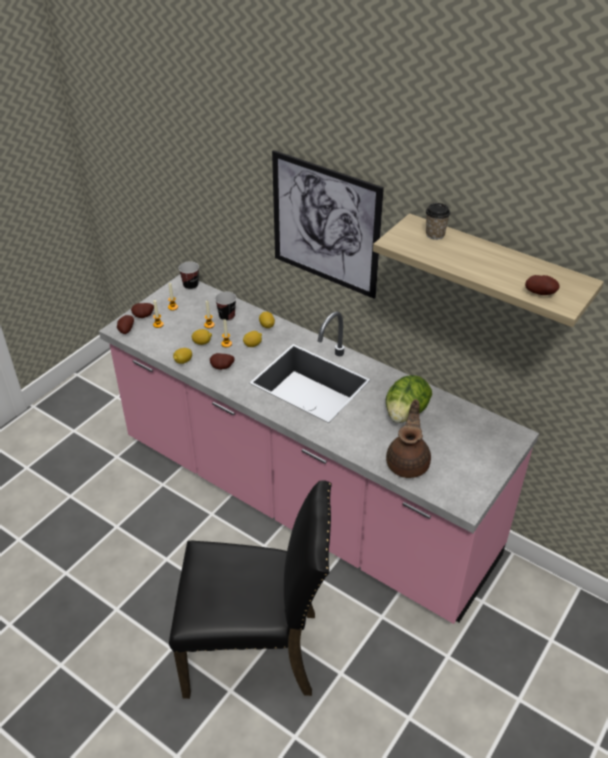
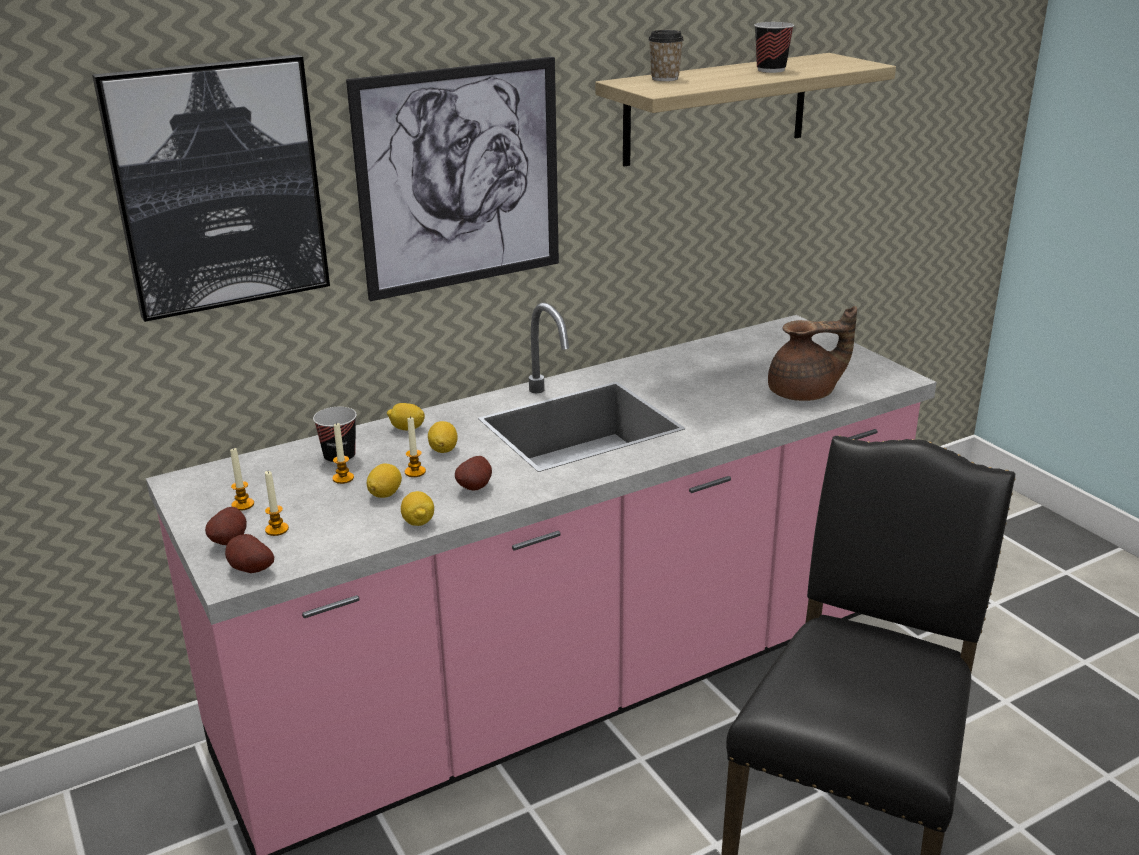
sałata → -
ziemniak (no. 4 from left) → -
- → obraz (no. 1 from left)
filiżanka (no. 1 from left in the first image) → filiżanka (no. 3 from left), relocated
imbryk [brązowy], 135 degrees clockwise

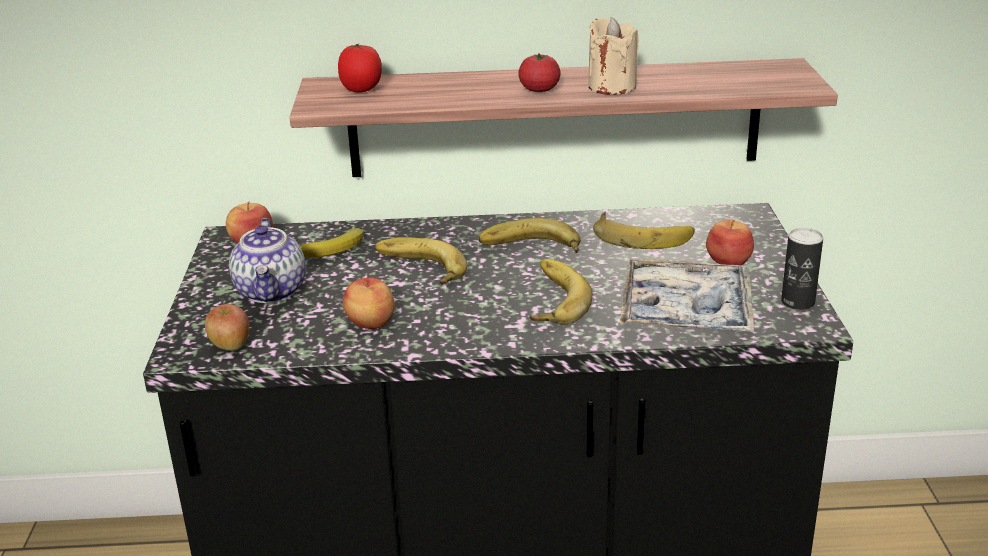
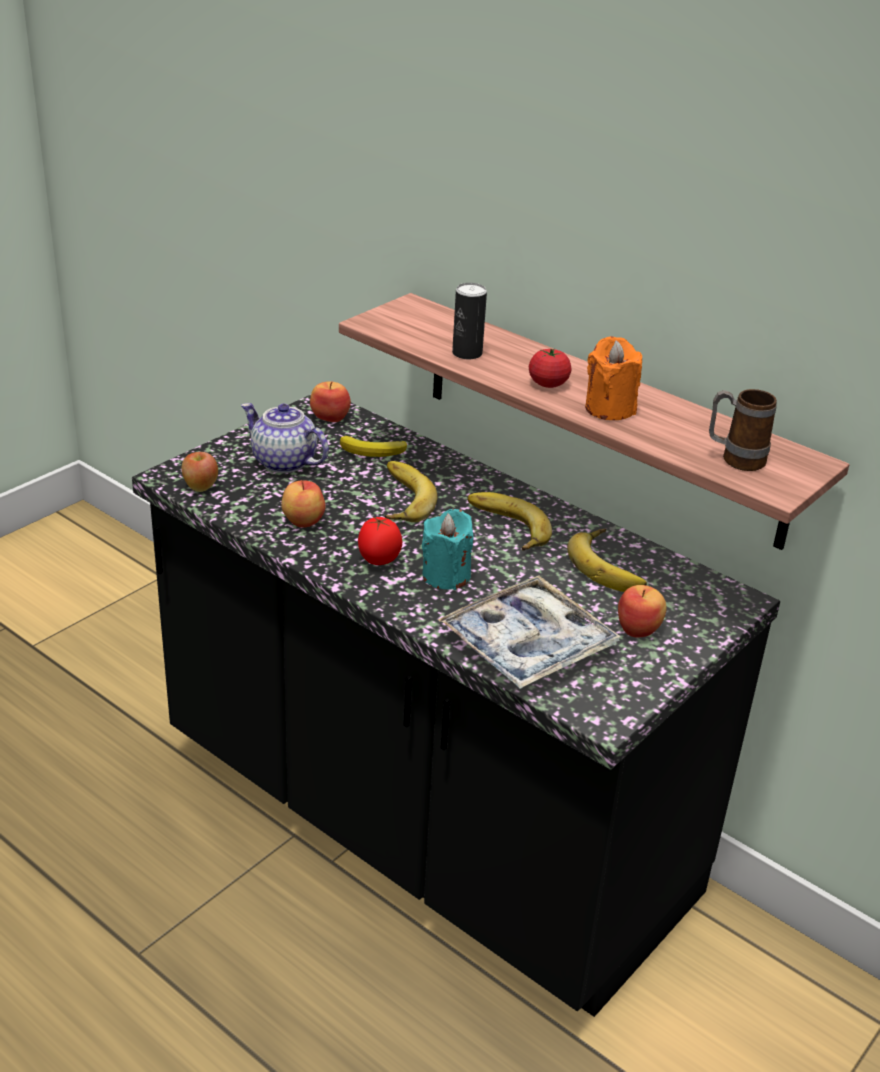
- → kubek
pomidor (no. 1 from left), relocated
puszka, relocated
banan (no. 4 from left) → świeca [turkusowy]
świeca [beżowy] → świeca [pomarańczowy]
imbryk, 90 degrees clockwise

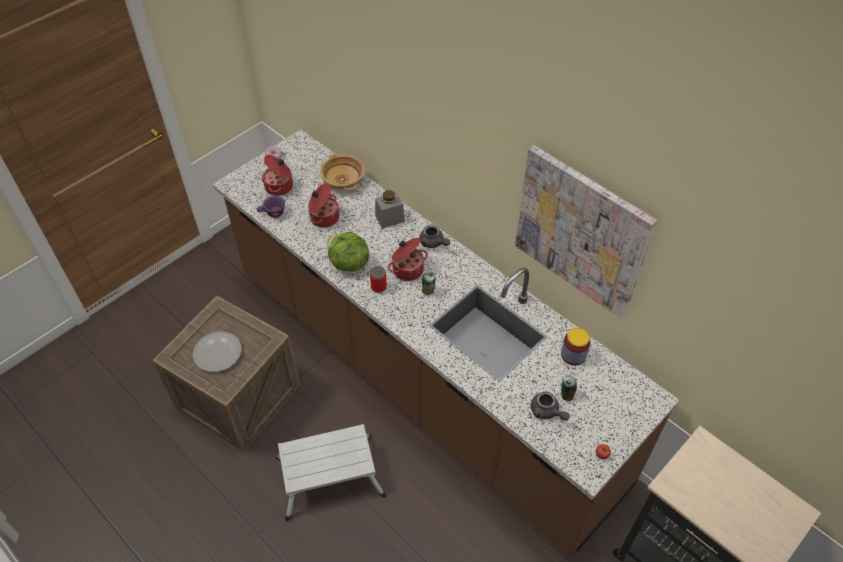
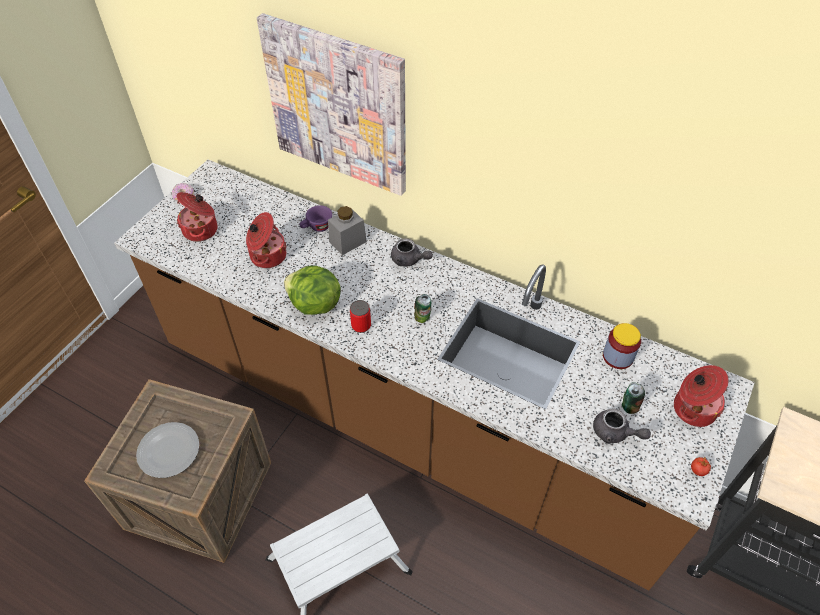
miska [beżowy] → -
filiżanka [fioletowy], relocated
garnek (no. 3 from left), relocated
obraz, relocated

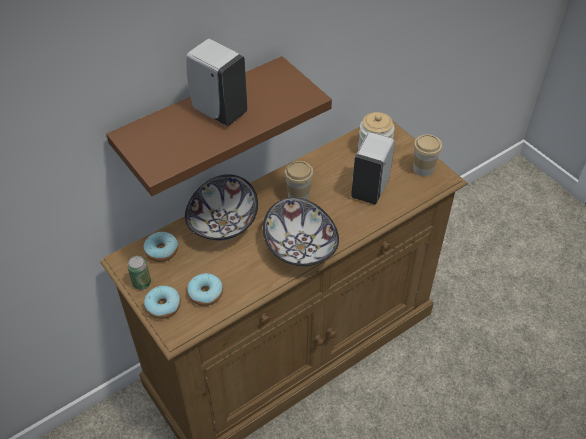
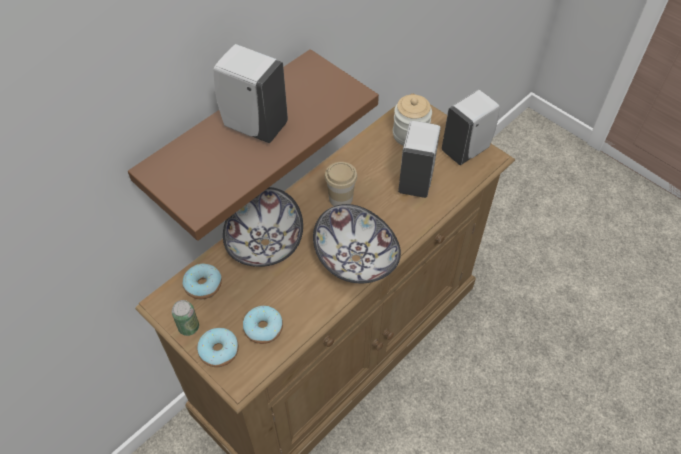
filiżanka (no. 2 from left) → dozownik mydła [biały] (no. 3 from left)

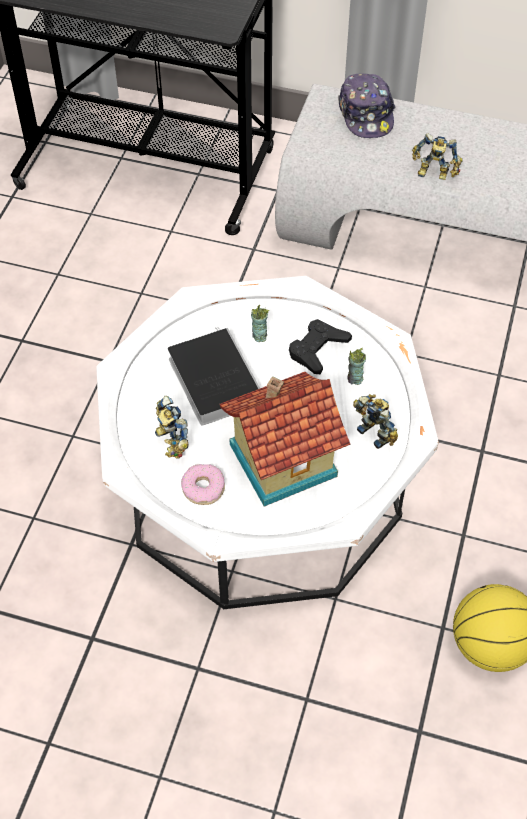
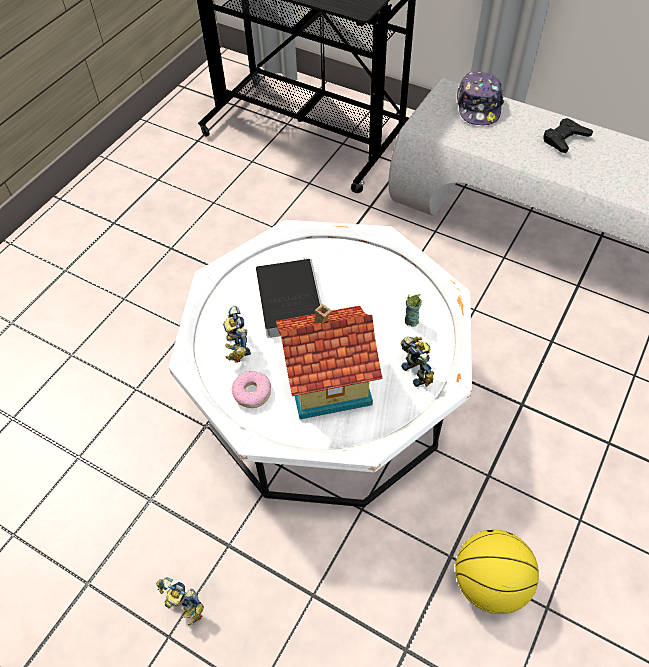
filiżanka (no. 1 from left) → -
pad do gier [czarny], relocated
robot zabawkowy (no. 3 from left in the first image) → robot zabawkowy (no. 1 from left), relocated

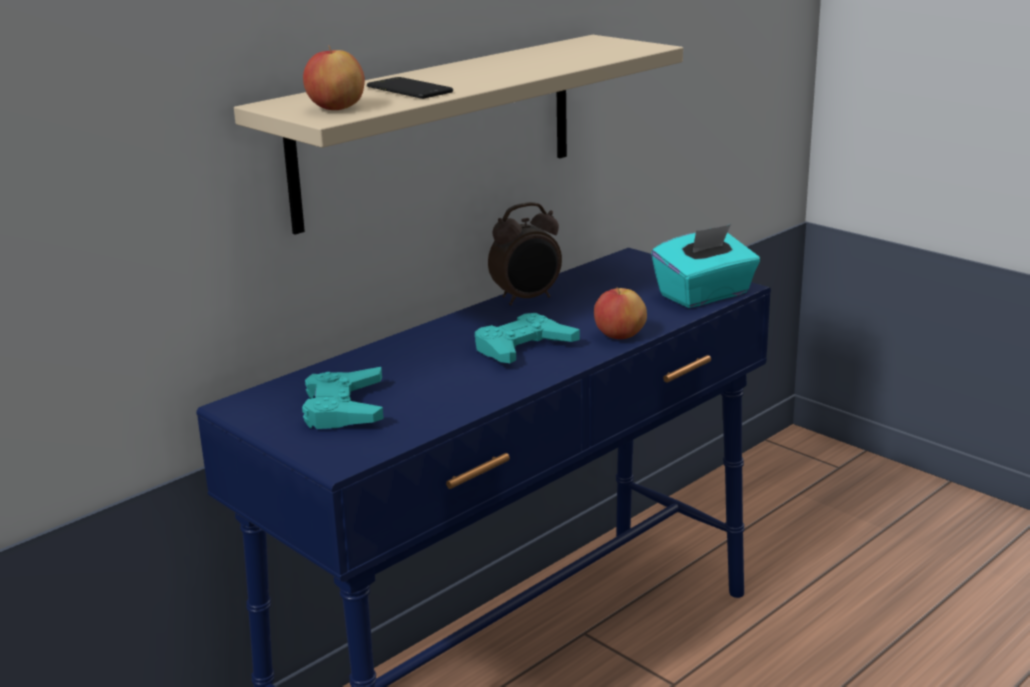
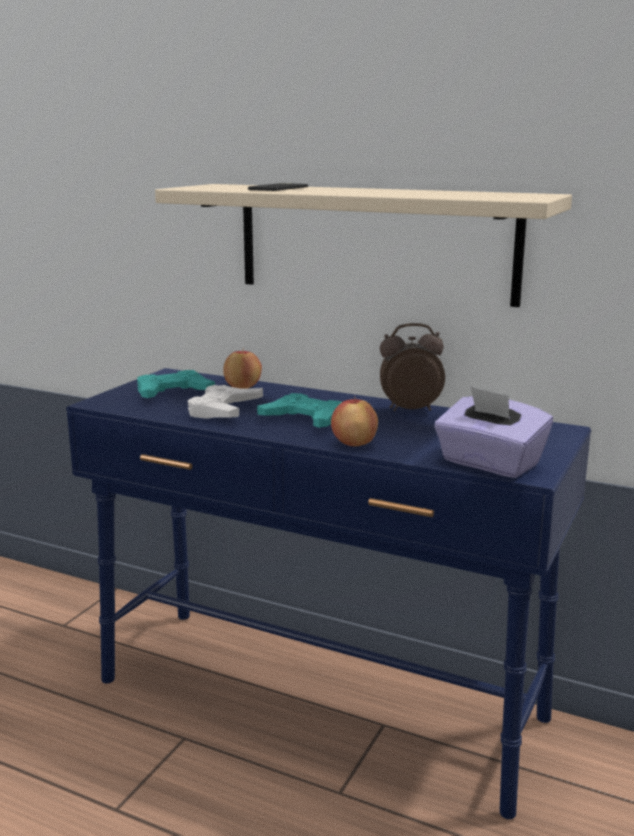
- → pad do gier [biały]
jabłko (no. 1 from left), relocated
pudełko chusteczek [turkusowy] → pudełko chusteczek [fioletowy]
budzik, 135 degrees clockwise

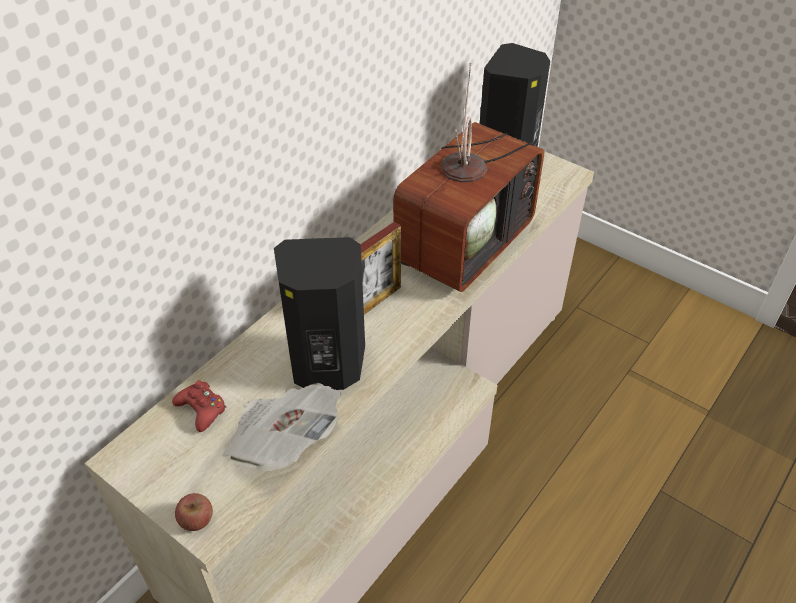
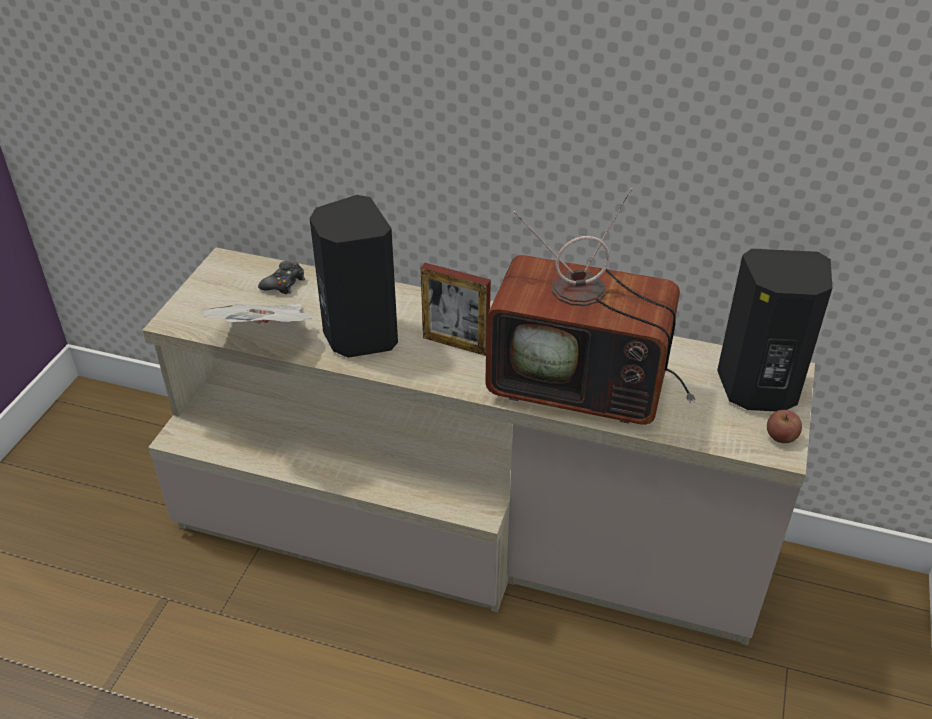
jabłko, relocated
pad do gier [czerwony] → pad do gier [czarny]

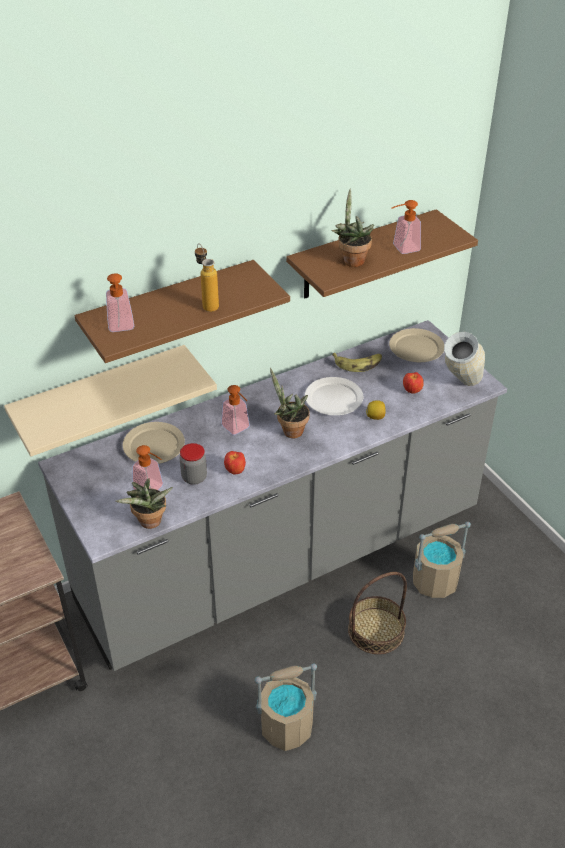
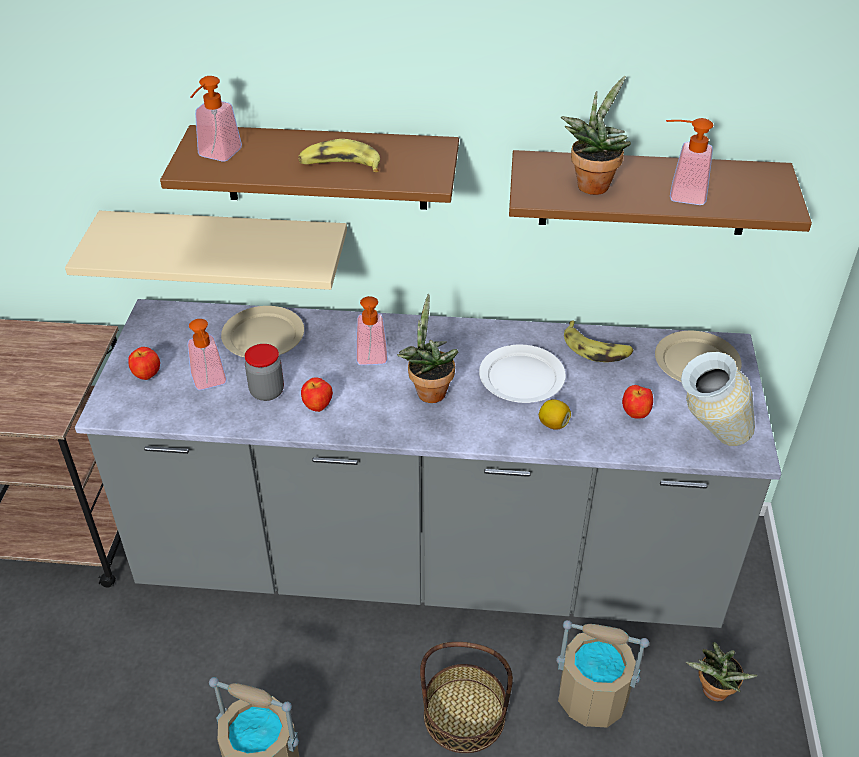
- → jabłko (no. 1 from left)
roślina doniczkowa (no. 1 from left in the first image) → roślina doniczkowa (no. 3 from left), relocated
butelka → banan (no. 1 from left)

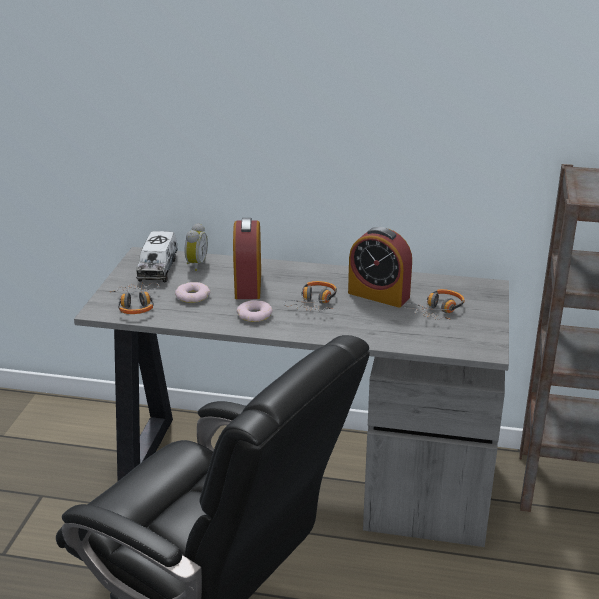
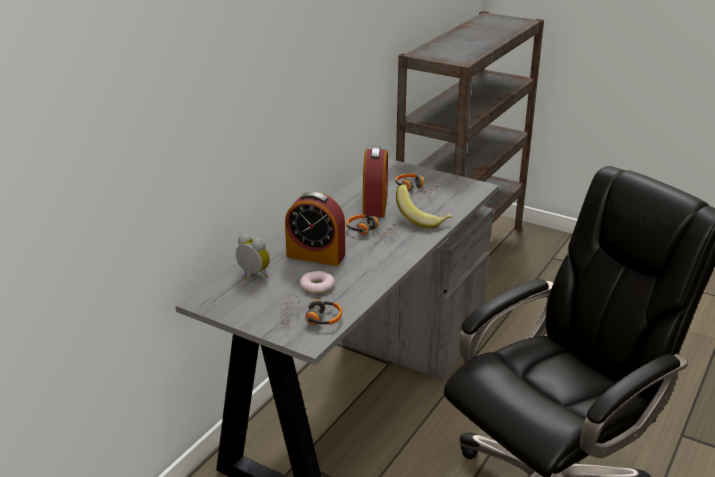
ciężarówka zabawkowa → -
donut (no. 2 from left) → -
- → banan
budzik (no. 3 from left), 45 degrees counterclockwise

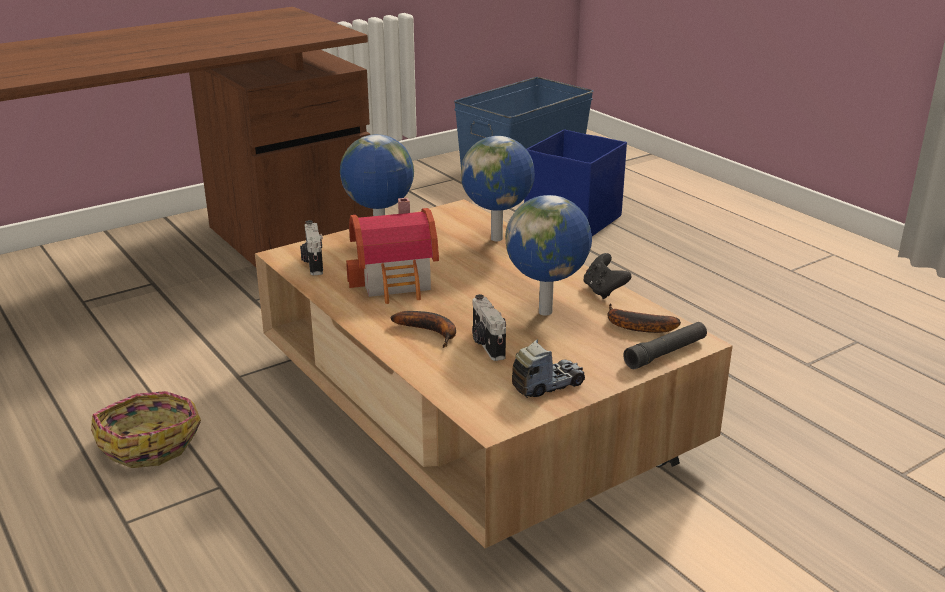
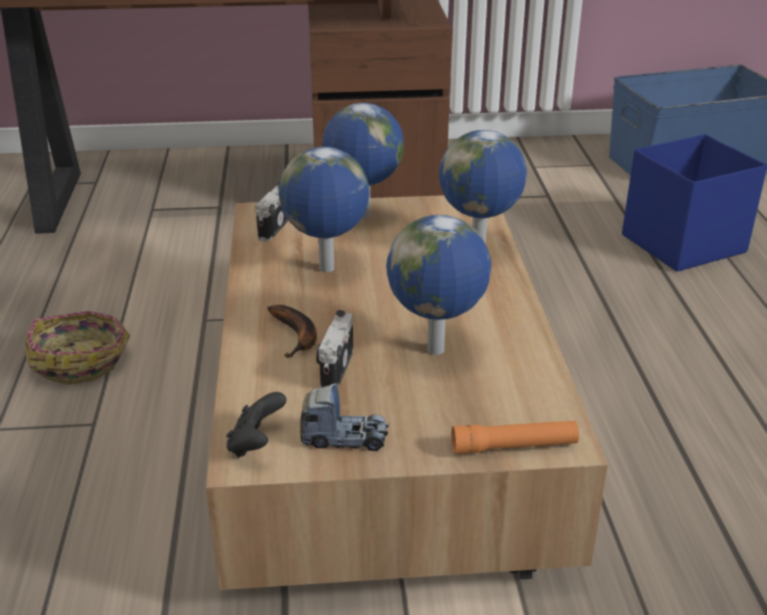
banan (no. 2 from left) → -
pad do gier [czarny], relocated
domek → globus (no. 1 from left)
latarka [czarny] → latarka [pomarańczowy]

